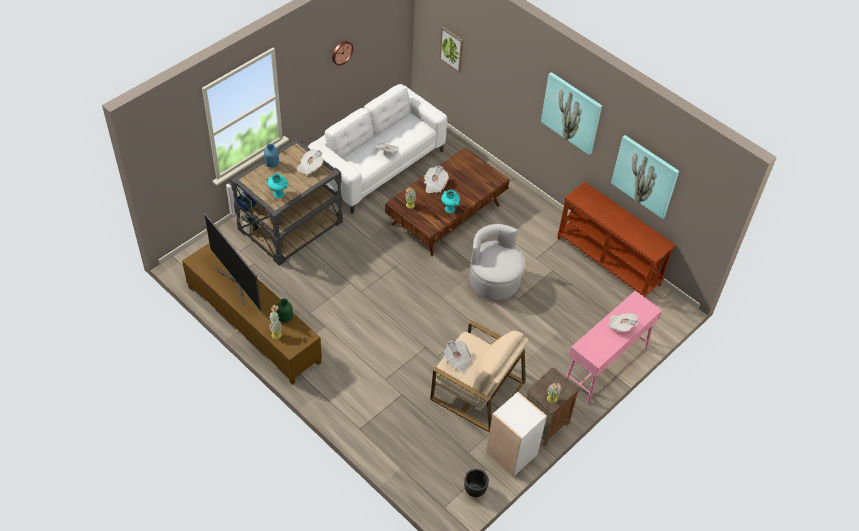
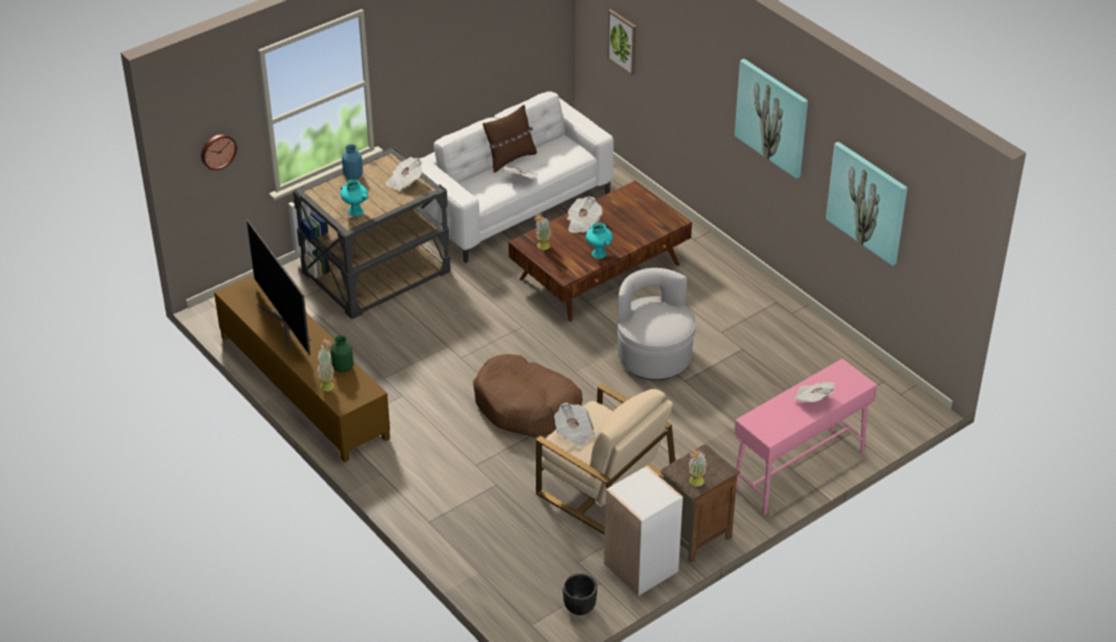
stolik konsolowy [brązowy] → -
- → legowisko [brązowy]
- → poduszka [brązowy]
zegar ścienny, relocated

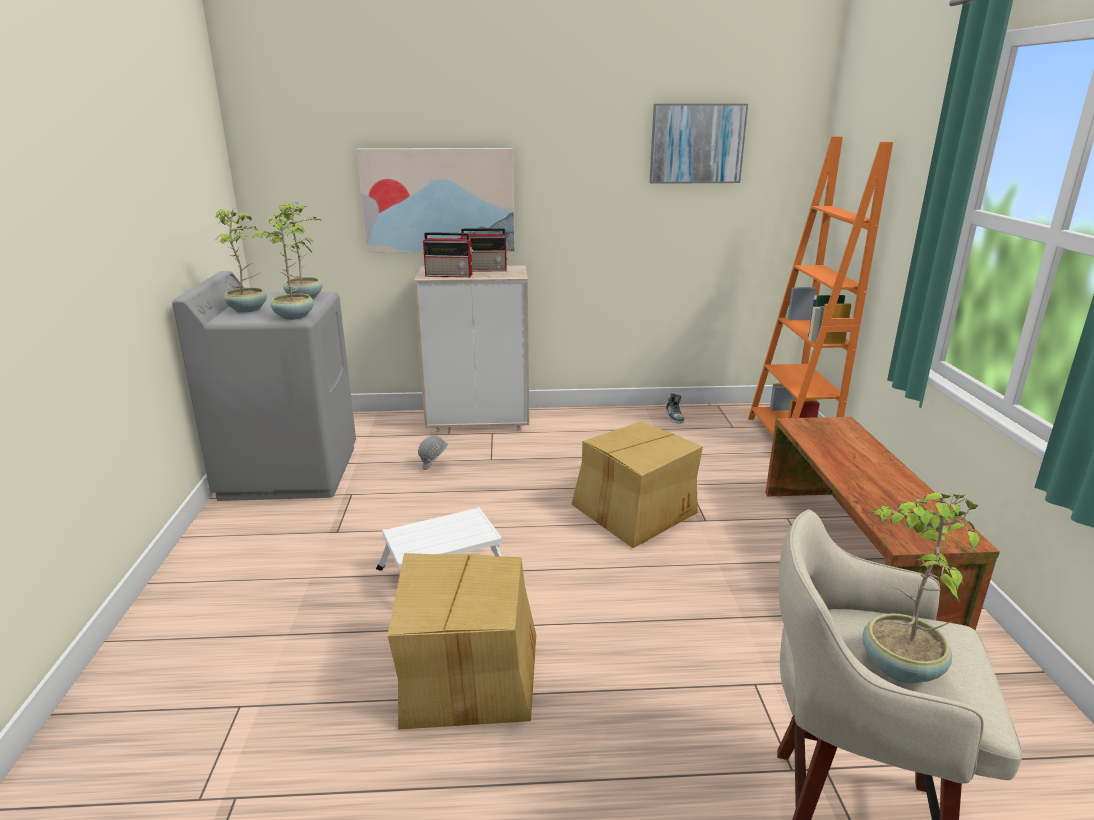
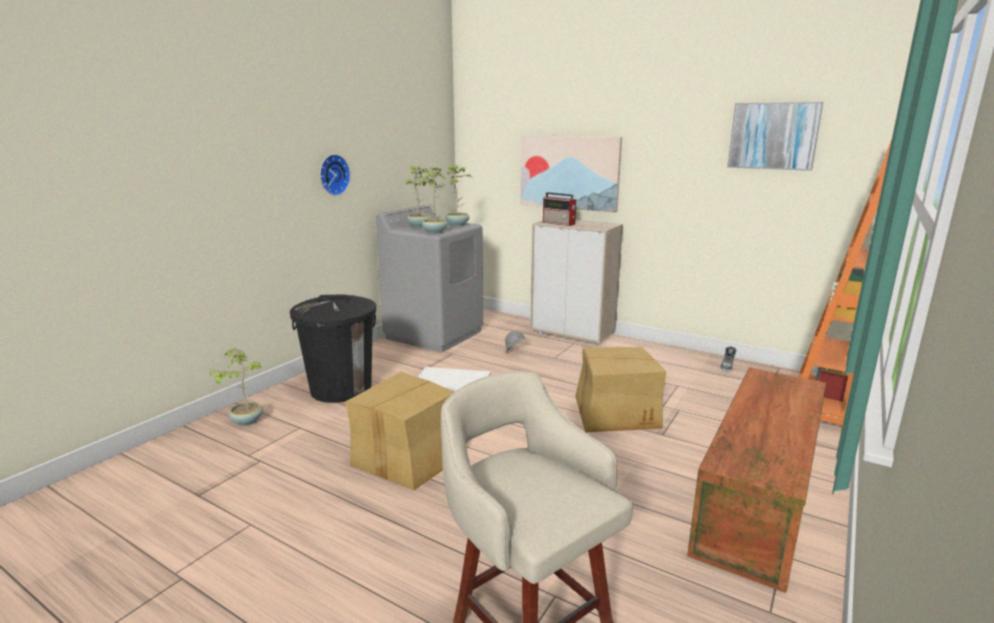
radio (no. 2 from left) → -
- → kosz na śmieci [czarny]
- → zegar ścienny
roślina doniczkowa (no. 4 from left in the first image) → roślina doniczkowa (no. 1 from left), relocated

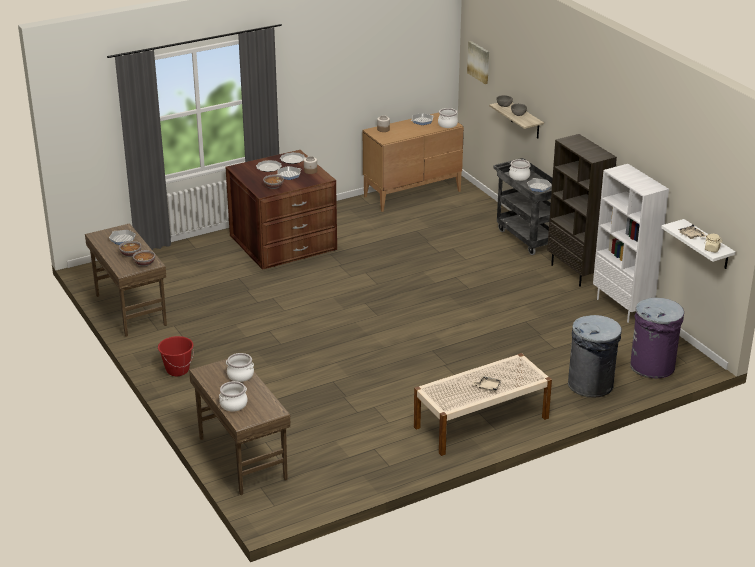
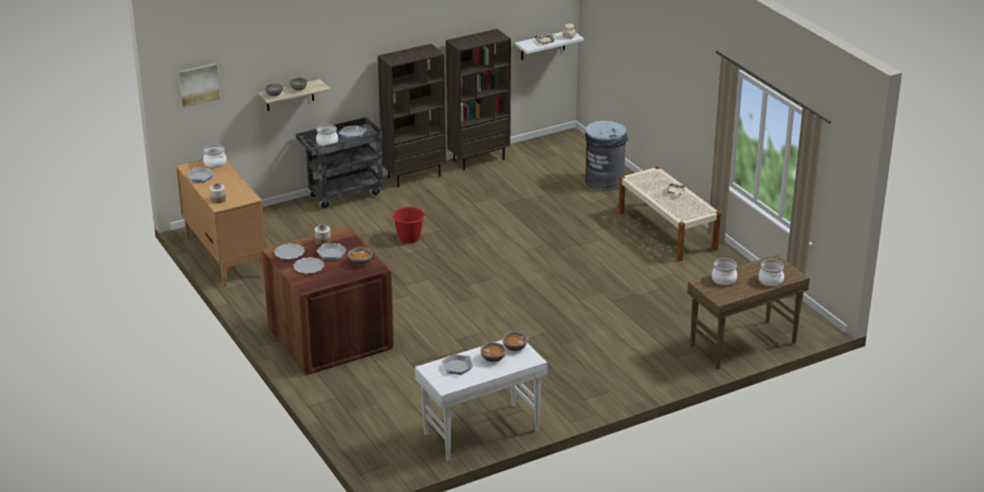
kosz na śmieci [fioletowy] → -
wiadro [czerwony], relocated
stolik konsolowy [brązowy] (no. 1 from left) → stolik konsolowy [biały]
regał [biały] → regał [brązowy] (no. 2 from left)

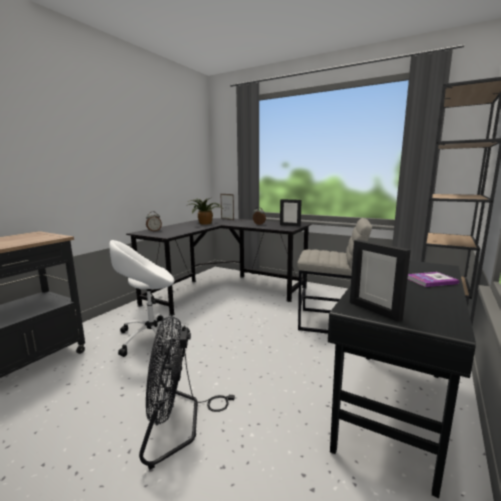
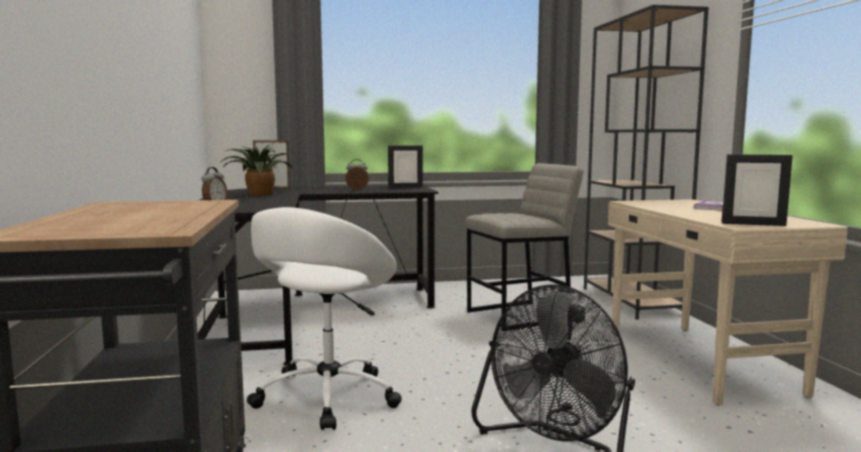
stolik konsolowy [czarny] → stolik konsolowy [beżowy]

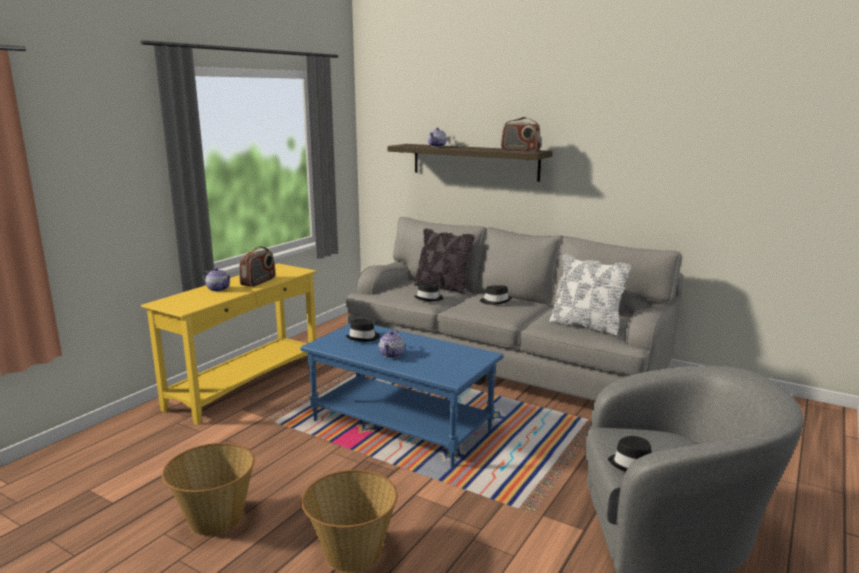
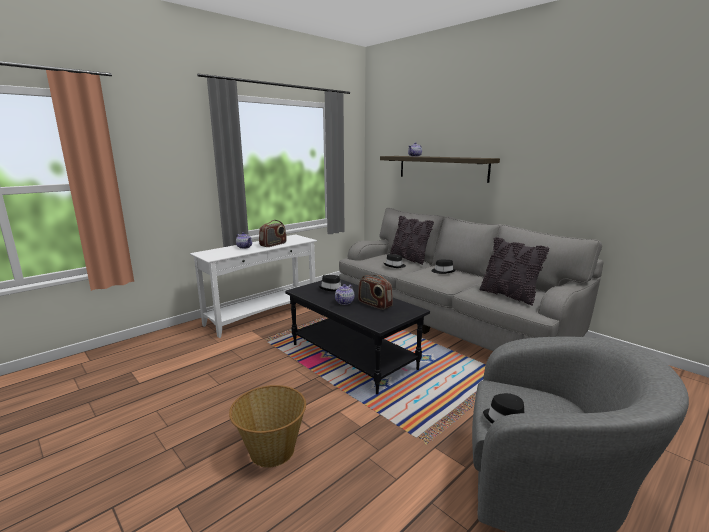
koszyk (no. 1 from left) → -
radio (no. 2 from left), relocated
stolik konsolowy [żółty] → stolik konsolowy [biały]
ława [niebieski] → ława [czarny]
poduszka [biały] → poduszka [czarny] (no. 2 from left)

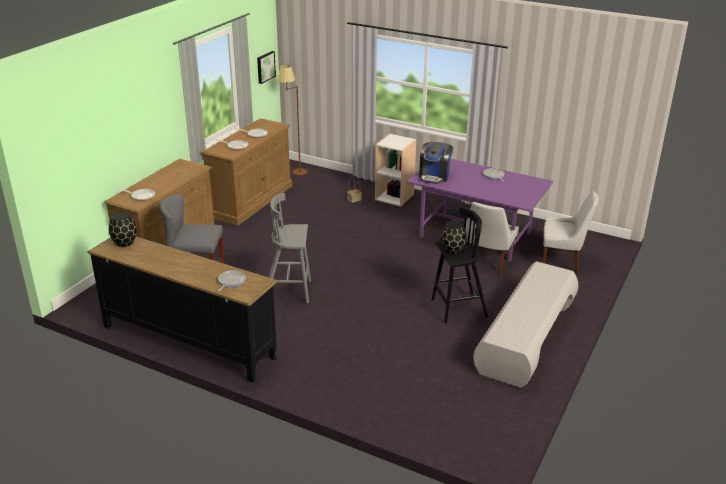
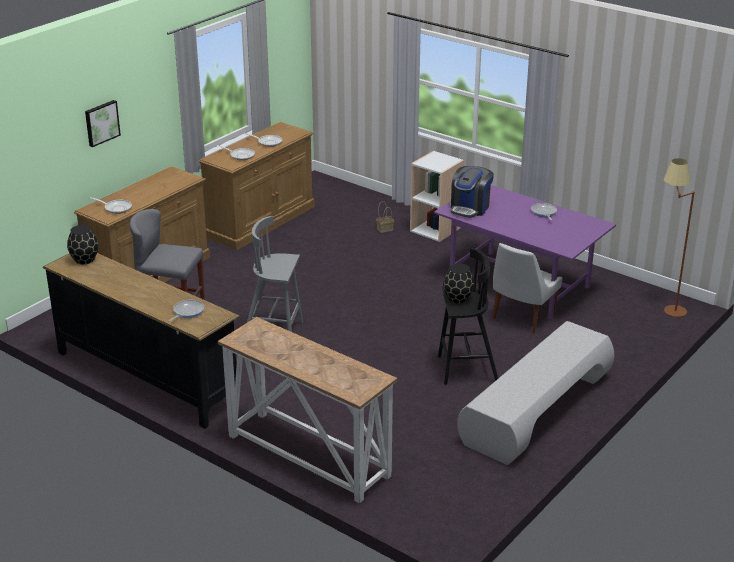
krzesło [biały] (no. 2 from left) → -
- → stolik konsolowy
obraz, relocated
lampa stojąca [brązowy], relocated

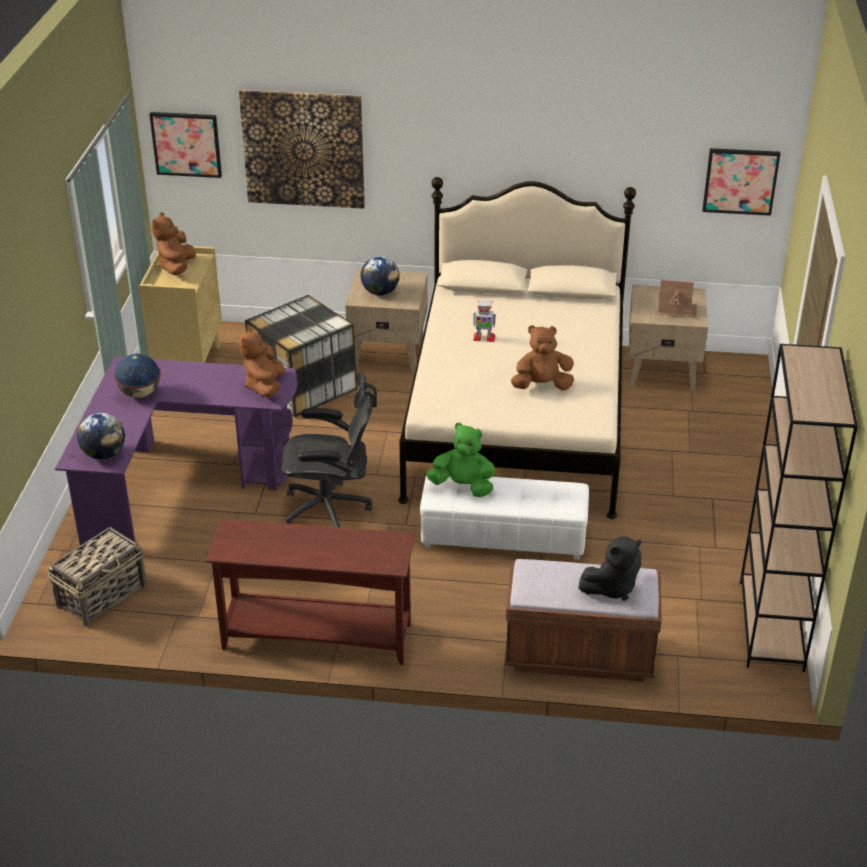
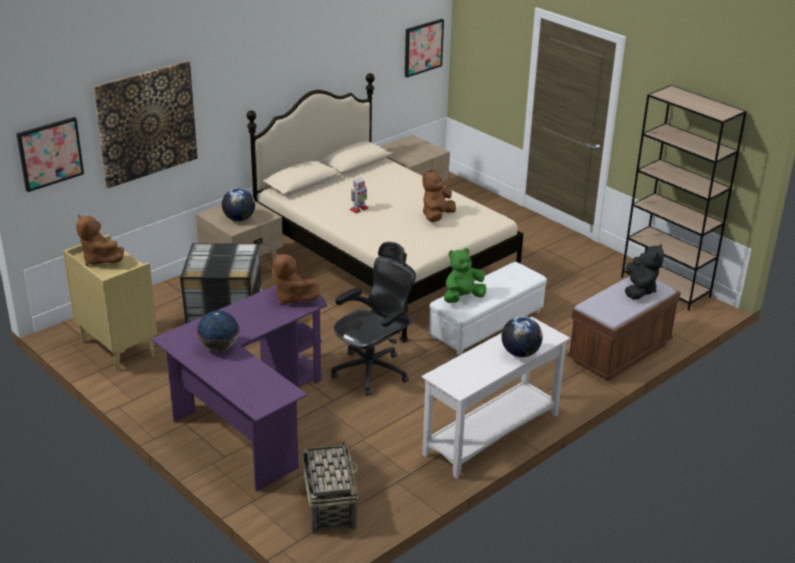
domek → -
globus (no. 1 from left in the first image) → globus (no. 3 from left), relocated
stolik konsolowy [brązowy] → stolik konsolowy [biały]

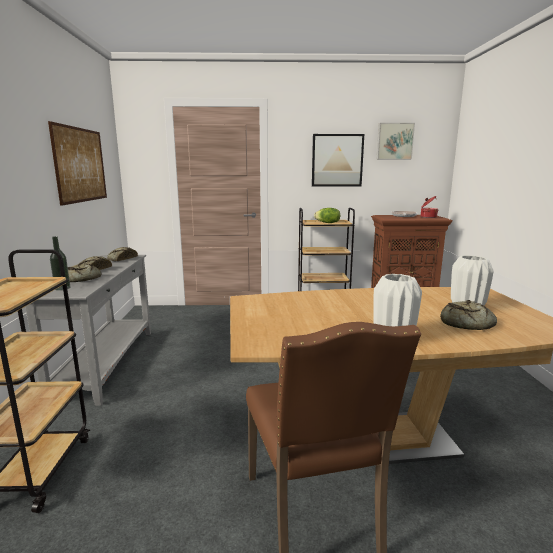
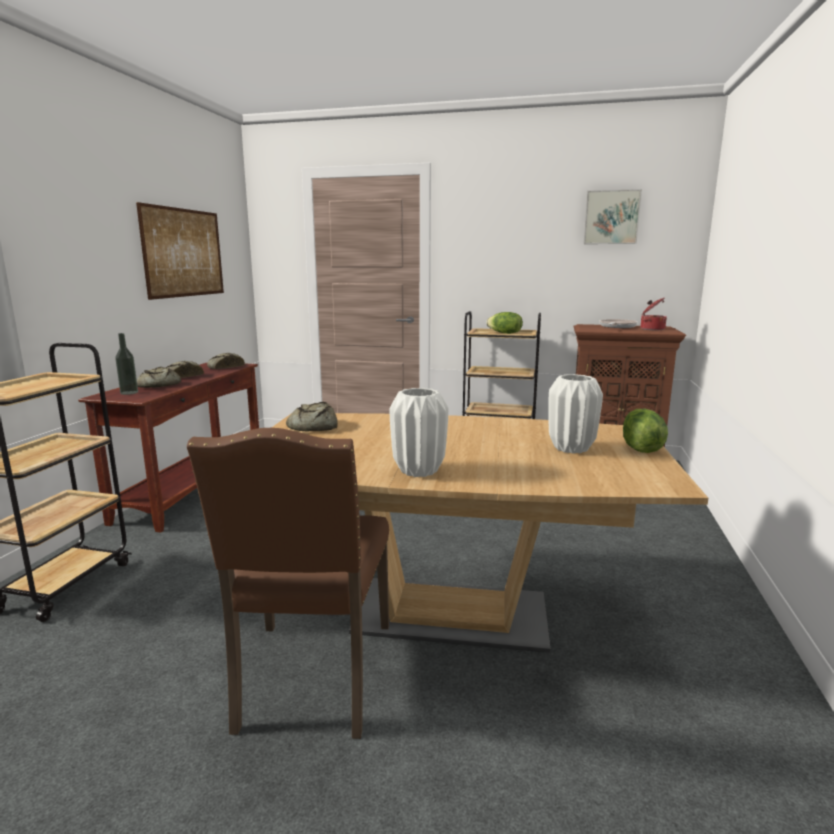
obraz (no. 2 from left) → -
- → sałata (no. 2 from left)
chleb (no. 4 from left), relocated
stolik konsolowy [szary] → stolik konsolowy [brązowy]

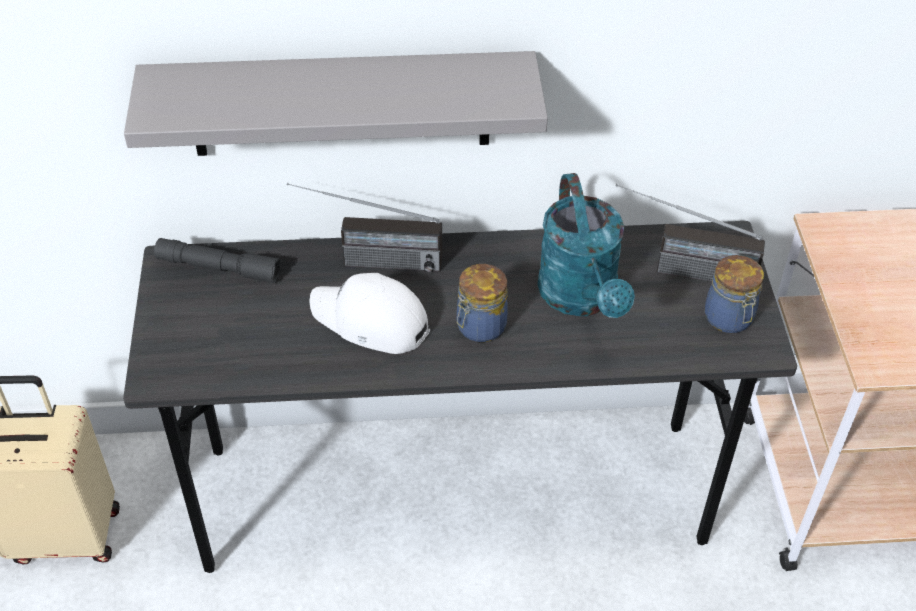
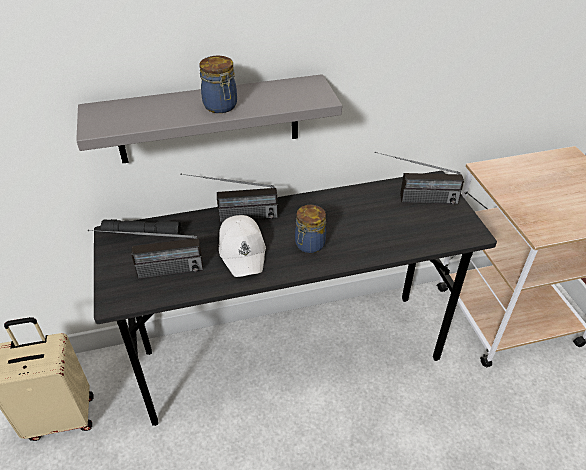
konewka [turkusowy] → -
- → radio (no. 1 from left)
słoik (no. 2 from left in the first image) → słoik (no. 1 from left), relocated
czapka z daszkiem [biały], 120 degrees counterclockwise

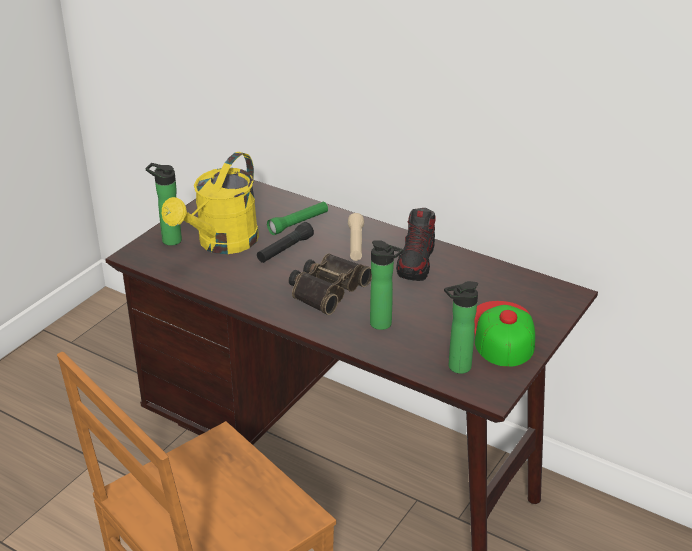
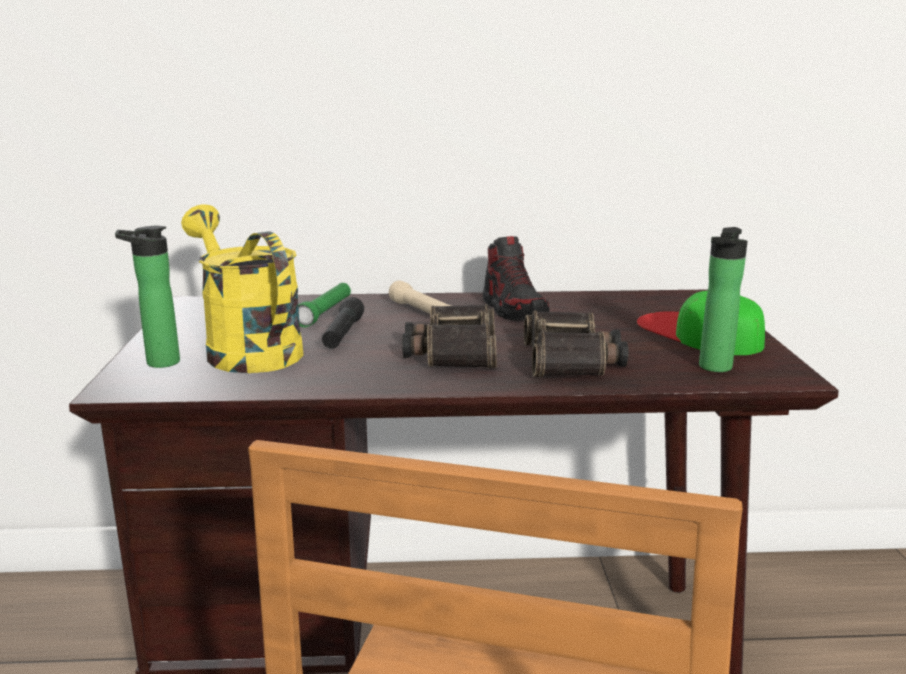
butelka (no. 2 from left) → lornetka (no. 2 from left)
konewka [żółty], 150 degrees clockwise

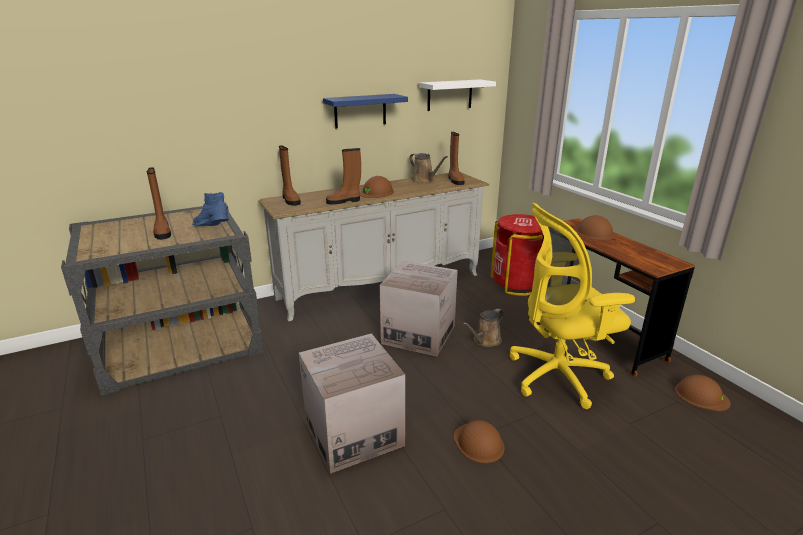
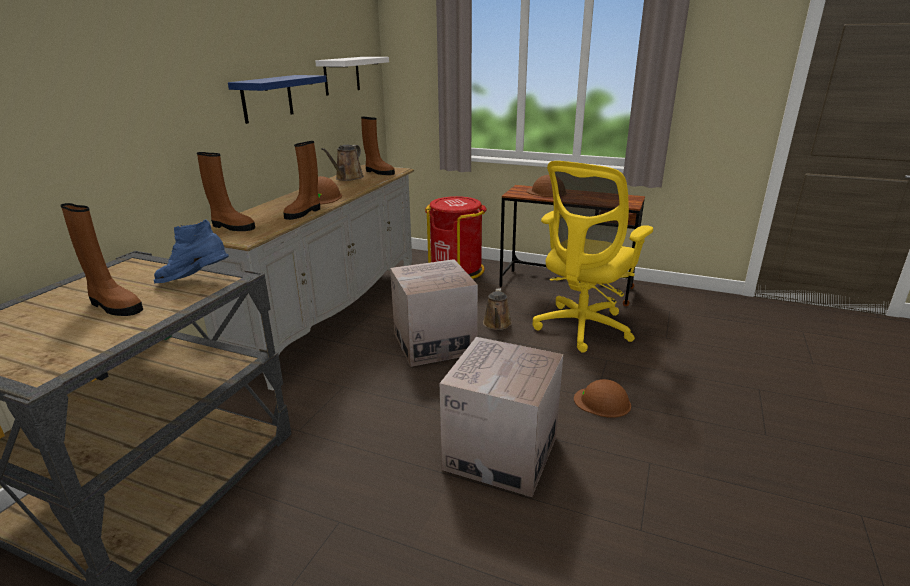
kask [brązowy] (no. 4 from left) → -
konewka [brązowy] (no. 1 from left), 105 degrees clockwise

